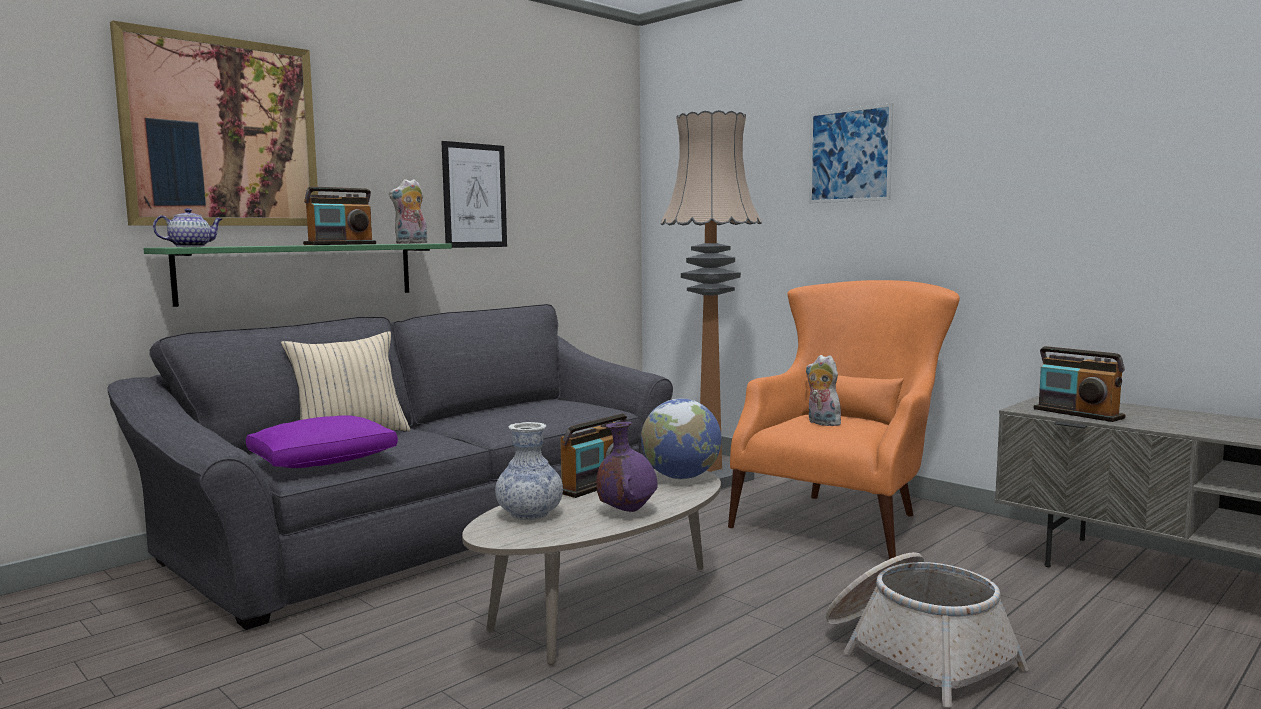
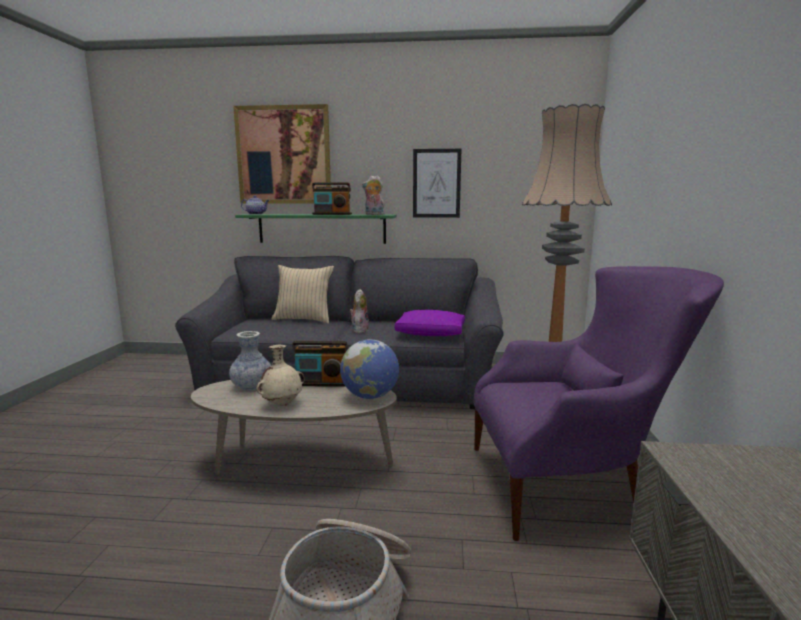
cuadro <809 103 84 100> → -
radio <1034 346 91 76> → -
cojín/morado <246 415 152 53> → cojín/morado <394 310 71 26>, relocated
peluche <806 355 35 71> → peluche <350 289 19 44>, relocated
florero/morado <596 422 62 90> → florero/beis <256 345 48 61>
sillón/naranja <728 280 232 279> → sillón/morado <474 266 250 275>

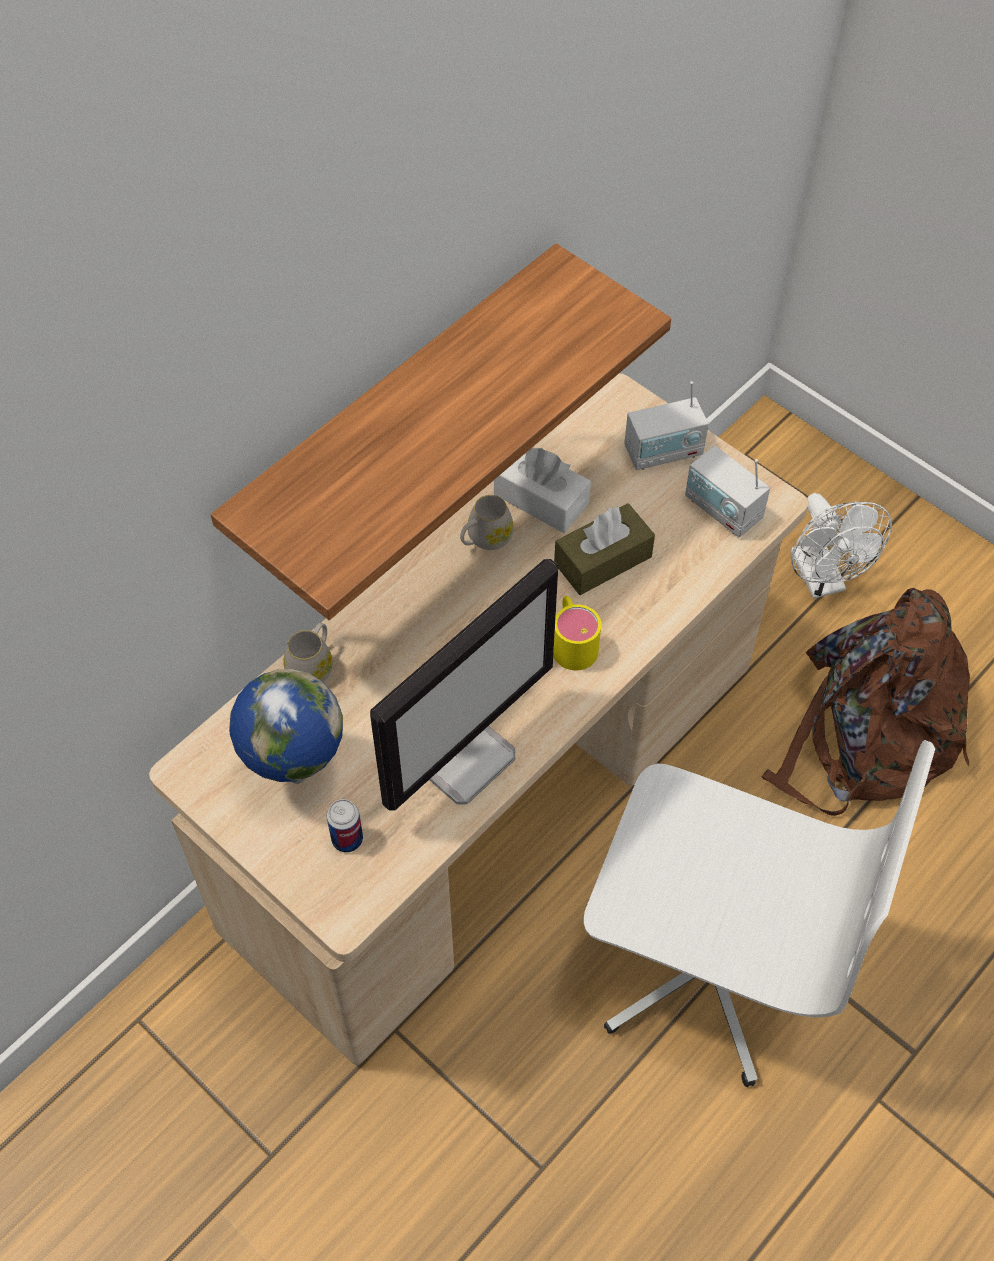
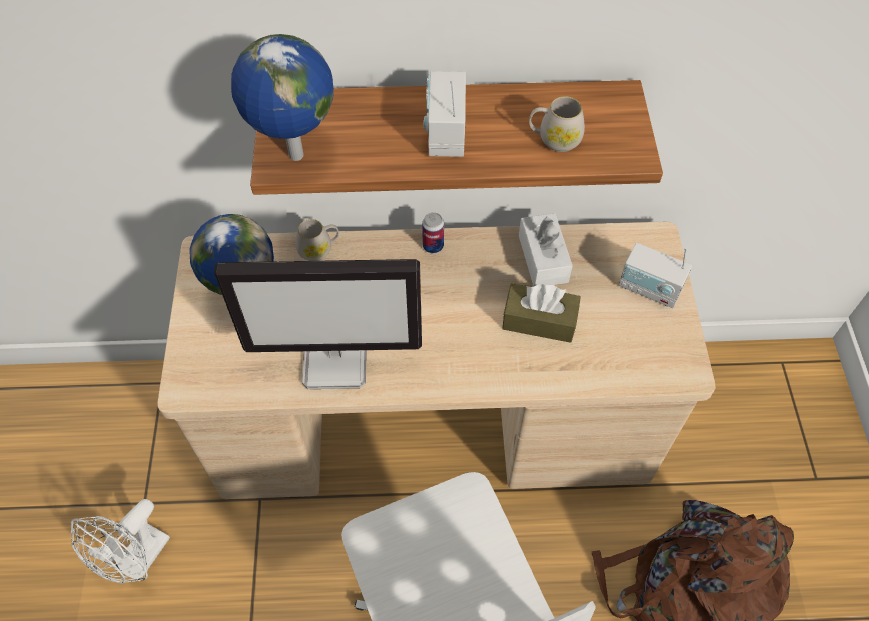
taza grande/amarillo <553 596 48 74> → -
- → globo terráqueo <231 34 103 127>
lata <327 799 36 54> → lata <422 212 22 41>, relocated
taza grande/blanco <460 495 54 55> → taza grande/blanco <529 96 56 56>, relocated
radio <685 446 85 91> → radio <423 71 43 86>, relocated
ventilador/blanco <791 493 101 106> → ventilador/blanco <71 499 99 84>, relocated

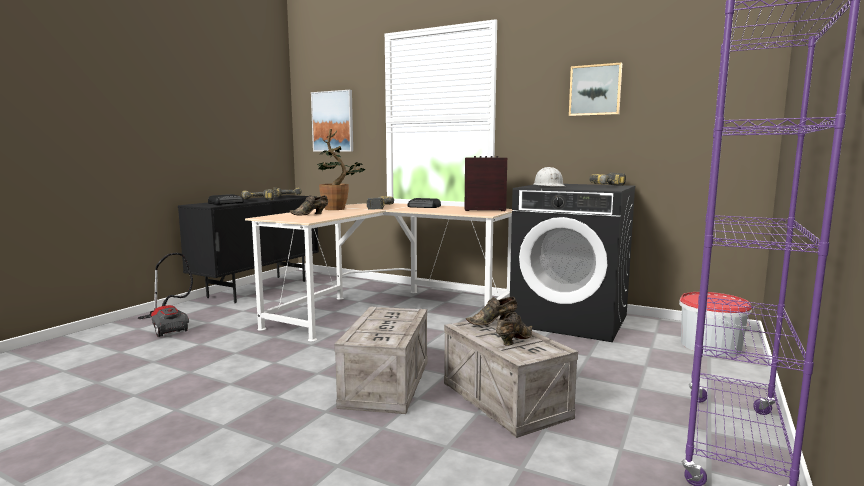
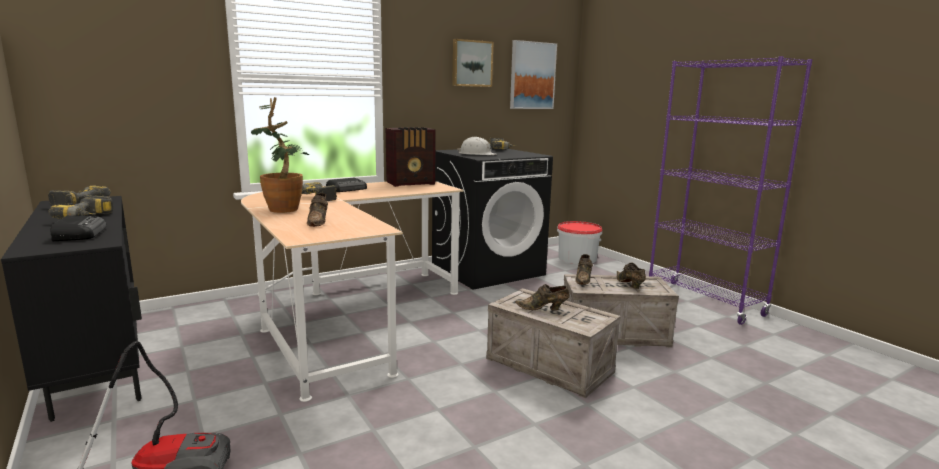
- → zapato/marrón <515 284 55 26>
cuadro <311 90 42 62> → cuadro <510 40 47 69>, relocated
radio <464 156 43 55> → radio <386 127 50 60>, 150 degrees counterclockwise

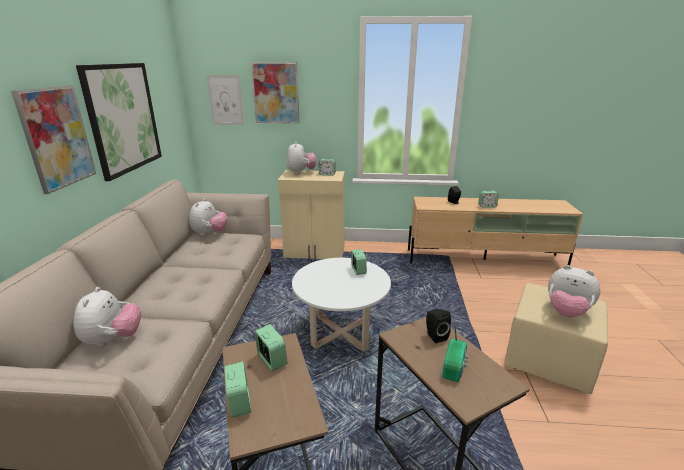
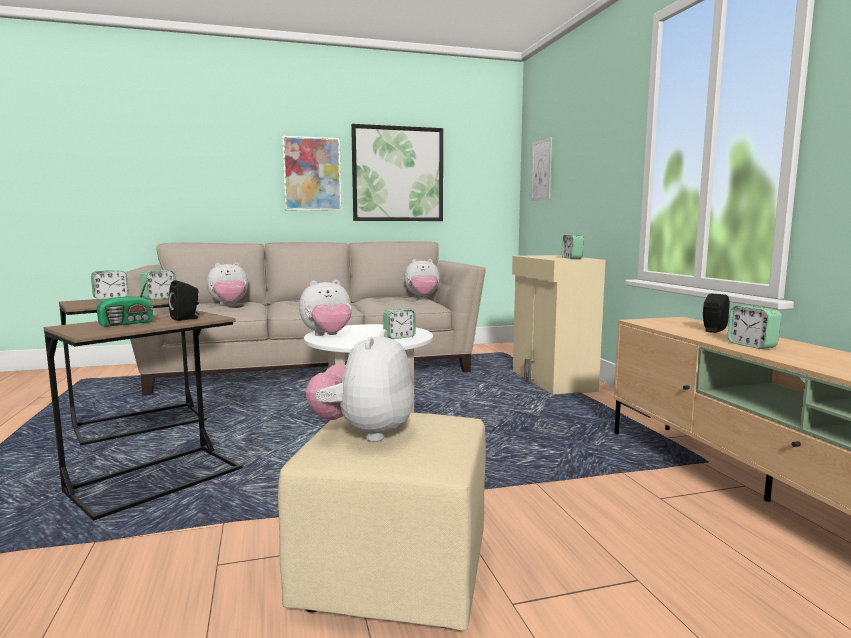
cuadro <251 62 49 62> → -
peluche <287 141 29 33> → peluche <299 280 53 56>, relocated
radio <442 317 26 65> → radio <96 275 58 52>, 45 degrees counterclockwise

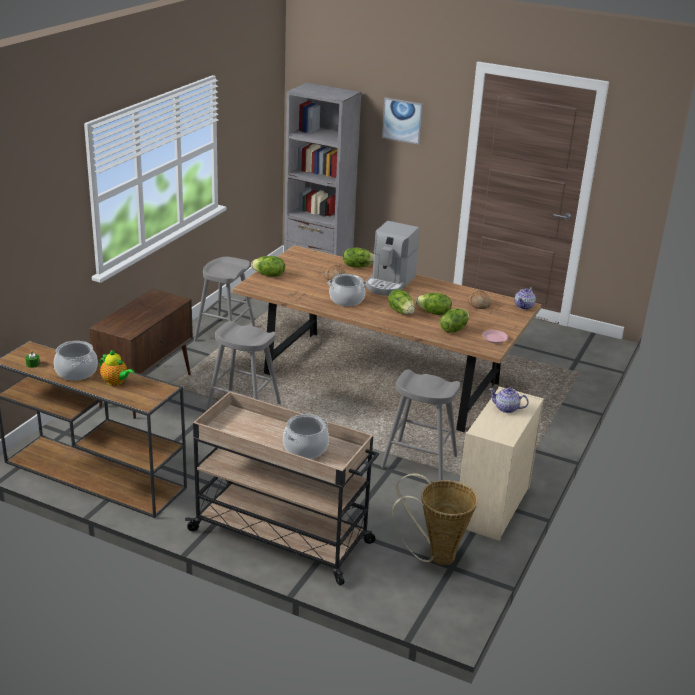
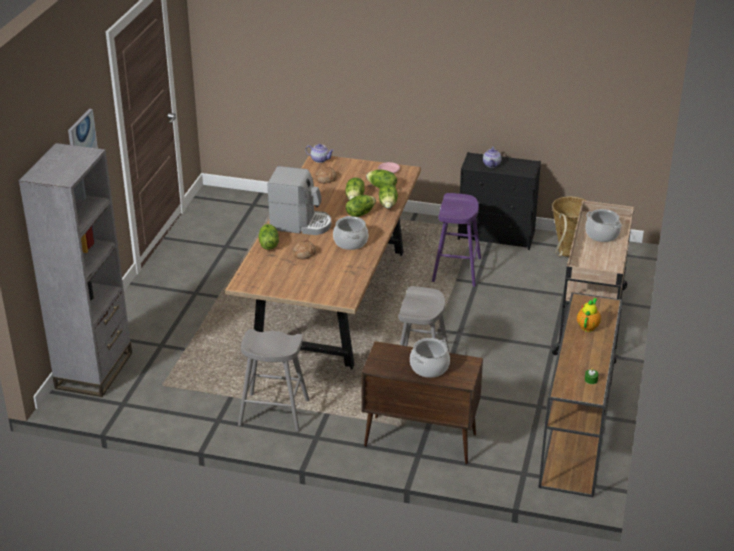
olla <54 341 44 40> → olla <410 338 40 40>, relocated
lechuga <251 256 34 21> → lechuga <379 184 19 25>, relocated
taburete/gris <381 369 79 112> → taburete/morado <432 193 49 94>
cómoda/beis <460 386 84 155> → cómoda/negro <458 152 83 98>

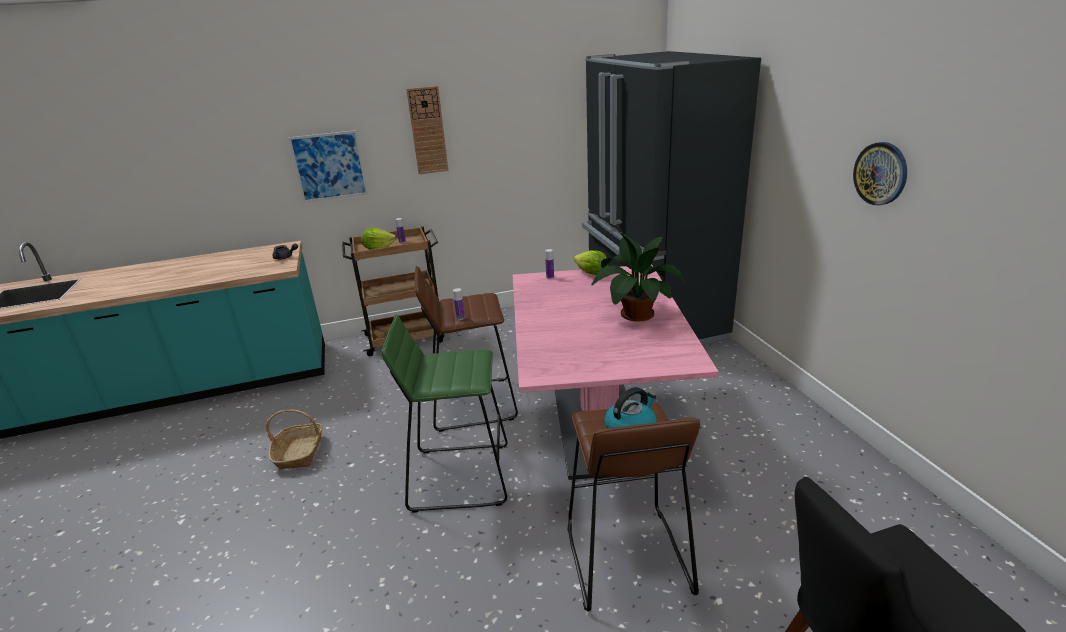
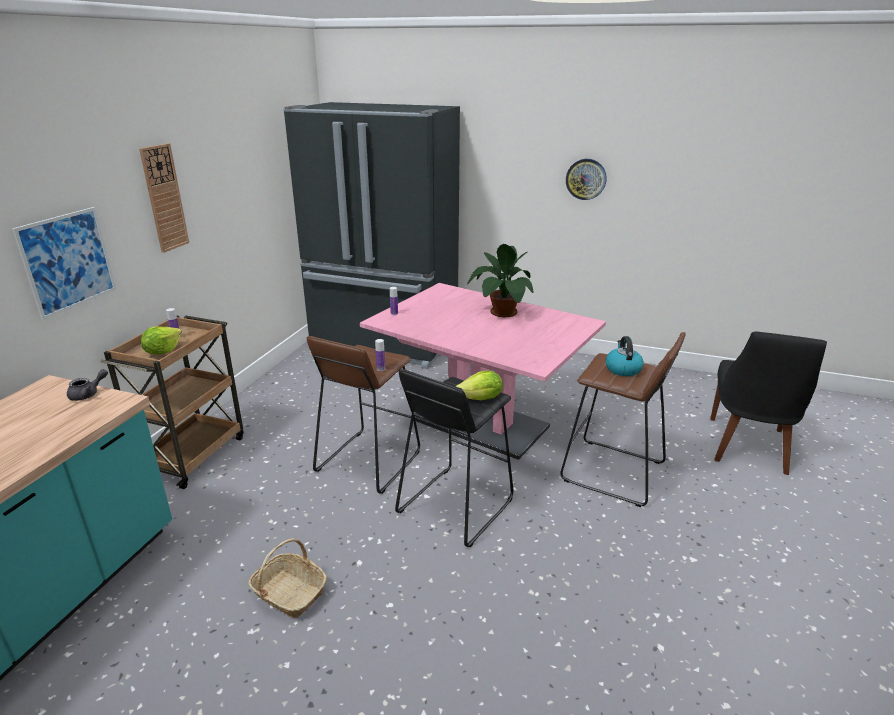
lechuga <574 250 34 25> → lechuga <456 371 47 29>, relocated
taburete/verde <381 314 127 199> → taburete/negro <395 369 118 178>

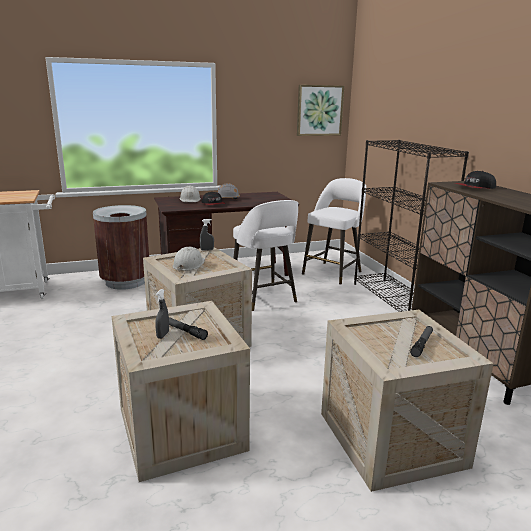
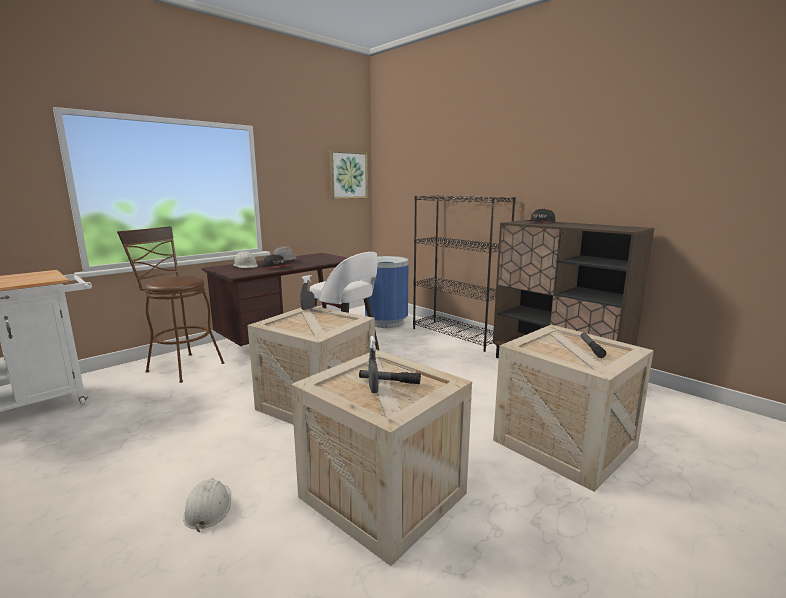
casco/blanco <173 247 32 24> → casco/blanco <183 478 48 54>, relocated
papelera/marrón <93 205 56 85> → taburete/marrón <117 226 108 157>
taburete/blanco <302 178 64 107> → papelera/azul <365 256 44 72>

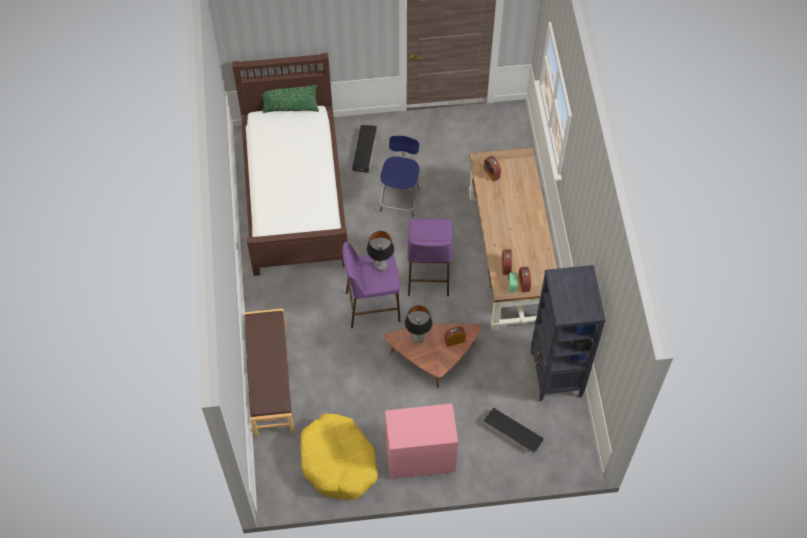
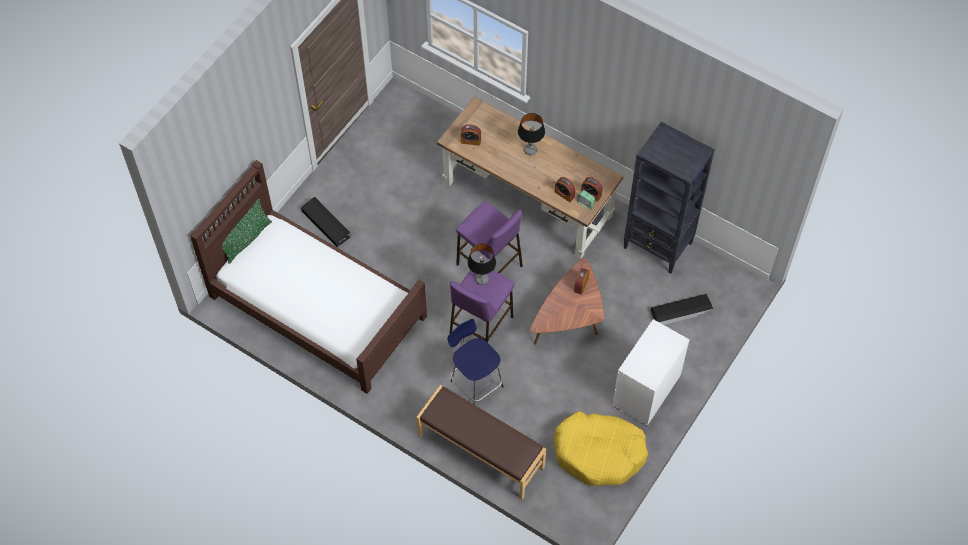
taburete/azul <380 136 40 81> → taburete/azul <447 319 57 86>, relocated
lámpara de mesa <405 305 27 38> → lámpara de mesa <518 113 27 42>, relocated
cómoda/rosa <385 403 73 76> → cómoda/blanco <612 319 78 107>

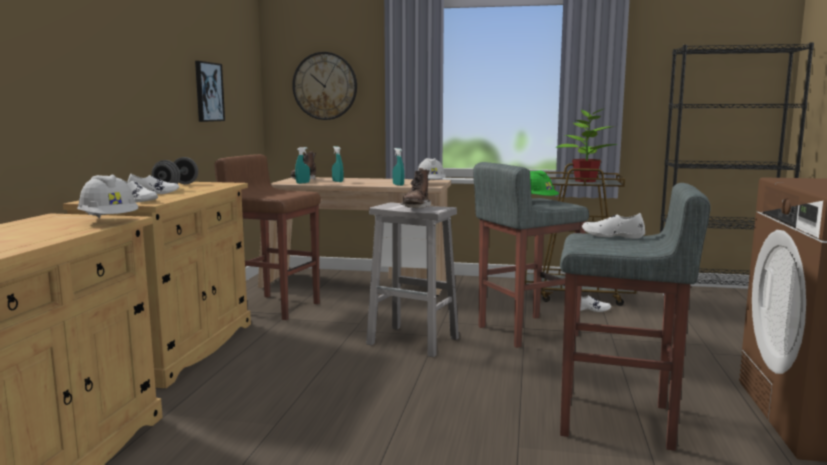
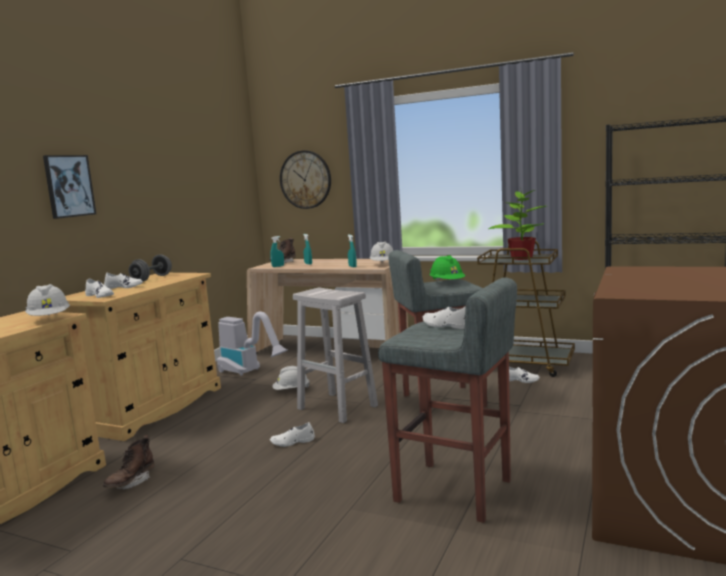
- → zapato/blanco <270 422 45 25>
- → casco/blanco <272 366 38 24>
cuadro <195 61 30 61> → cuadro <43 155 53 64>, relocated
bota/marrón <400 168 31 41> → bota/marrón <103 435 52 55>, relocated
taburete/marrón <214 154 107 166> → aspiradora <217 311 71 65>

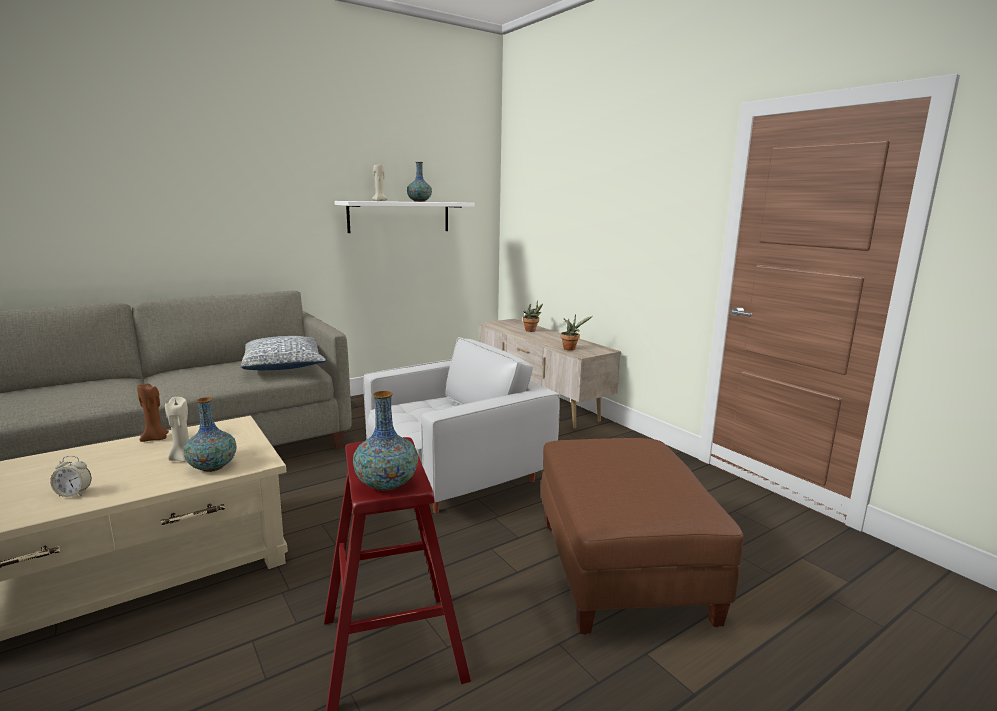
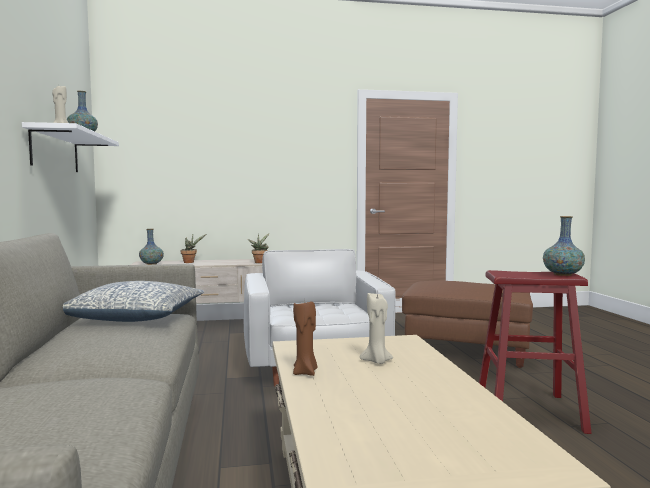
despertador <50 456 42 41> → -
florero <184 397 53 75> → florero <139 229 25 36>, relocated

